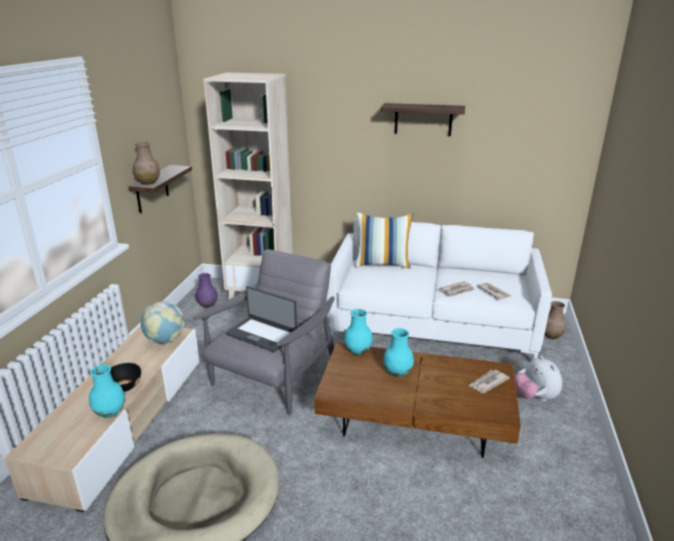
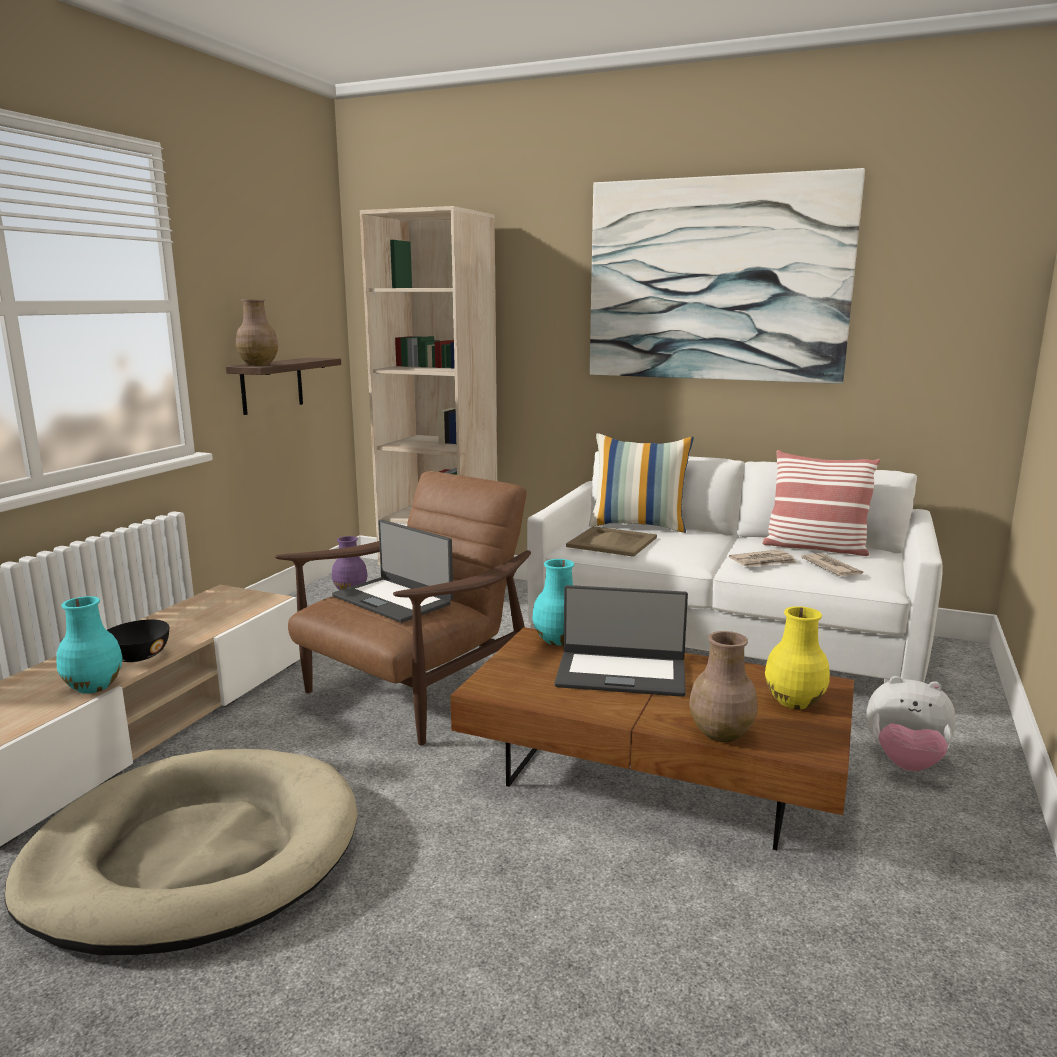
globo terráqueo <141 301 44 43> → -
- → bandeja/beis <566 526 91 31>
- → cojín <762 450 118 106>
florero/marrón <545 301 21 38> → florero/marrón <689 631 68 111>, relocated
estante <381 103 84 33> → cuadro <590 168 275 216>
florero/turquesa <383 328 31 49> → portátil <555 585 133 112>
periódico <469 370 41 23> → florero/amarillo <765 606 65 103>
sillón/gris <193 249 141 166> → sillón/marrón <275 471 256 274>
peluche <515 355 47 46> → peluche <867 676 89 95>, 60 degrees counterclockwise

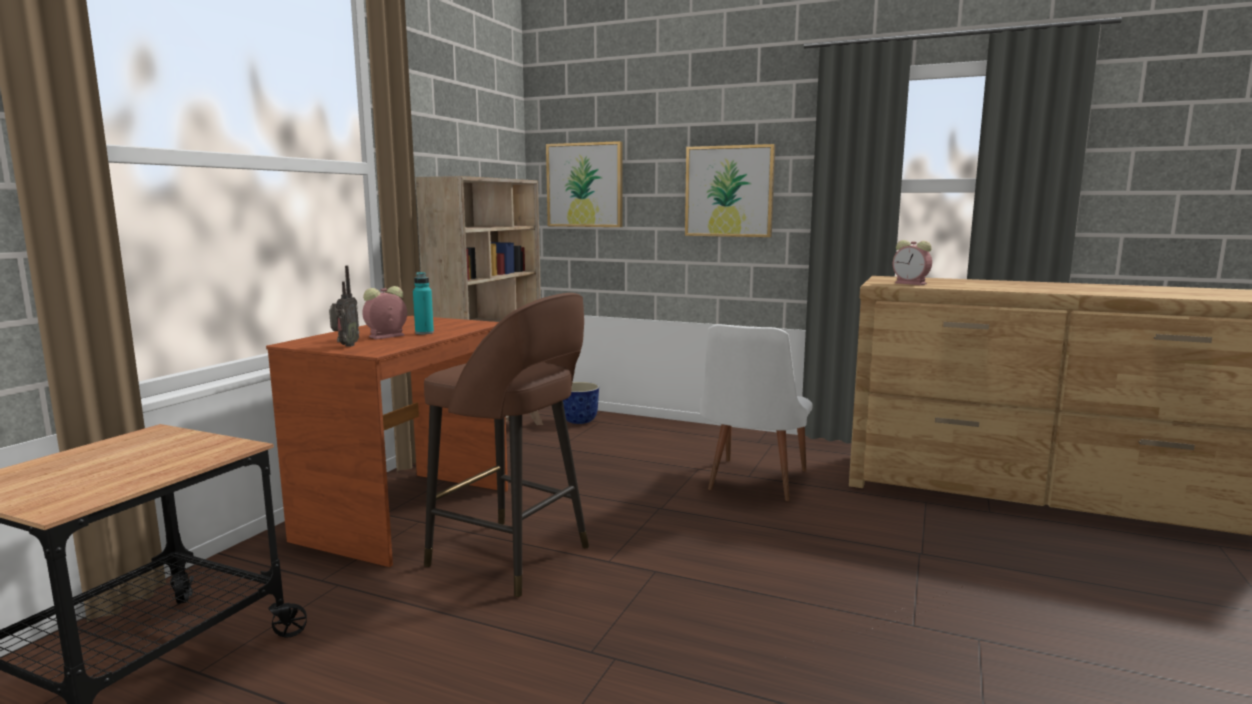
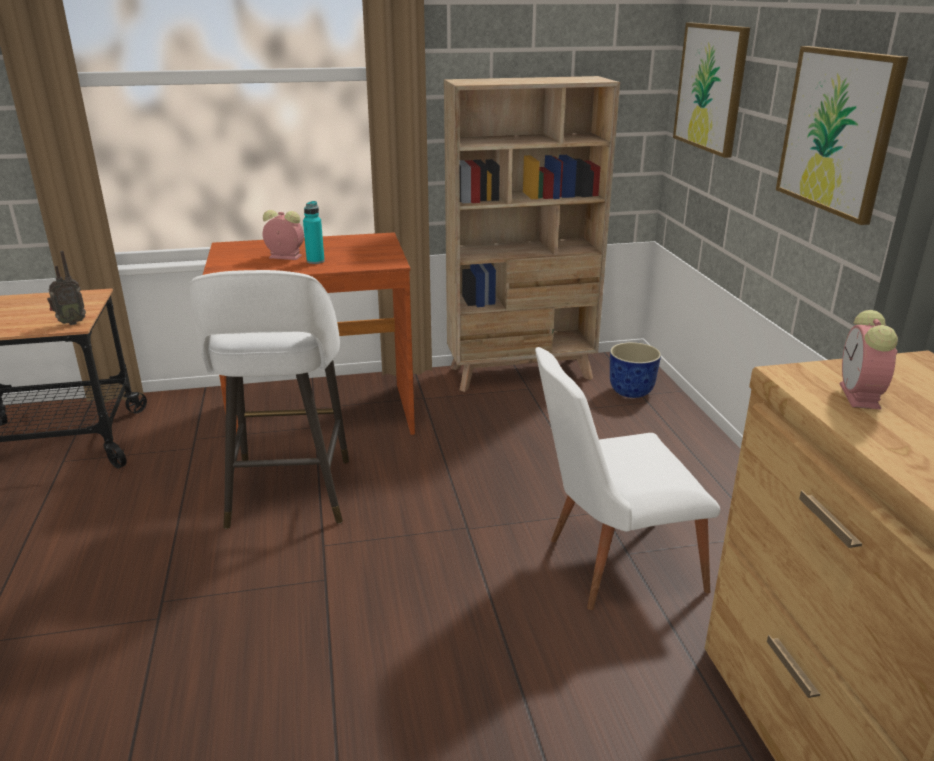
radio <329 266 30 81> → radio <47 251 39 74>, relocated
taburete/marrón <424 293 165 305> → taburete/blanco <189 270 160 259>

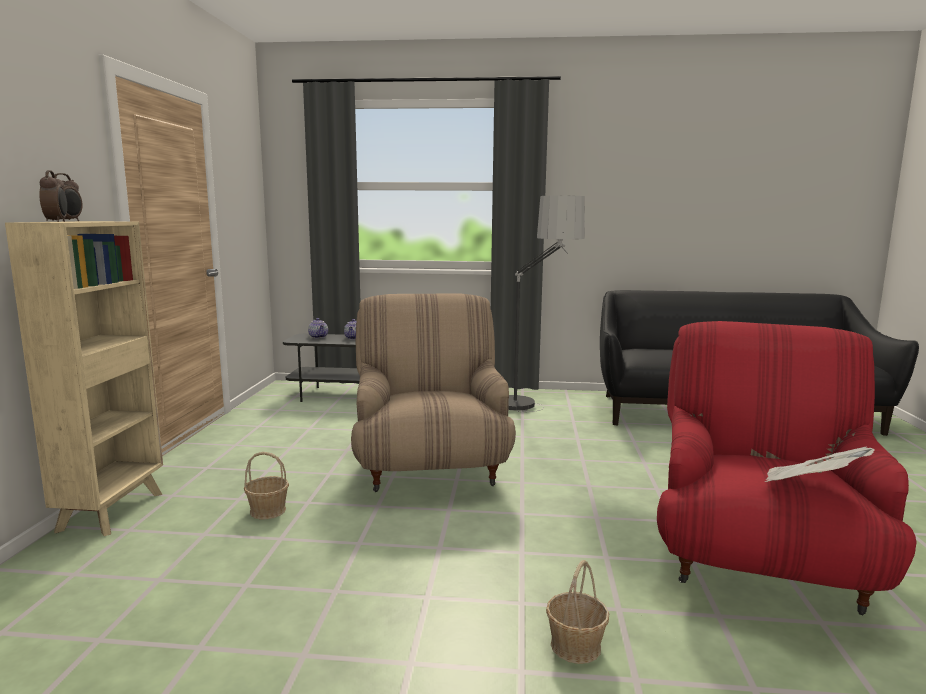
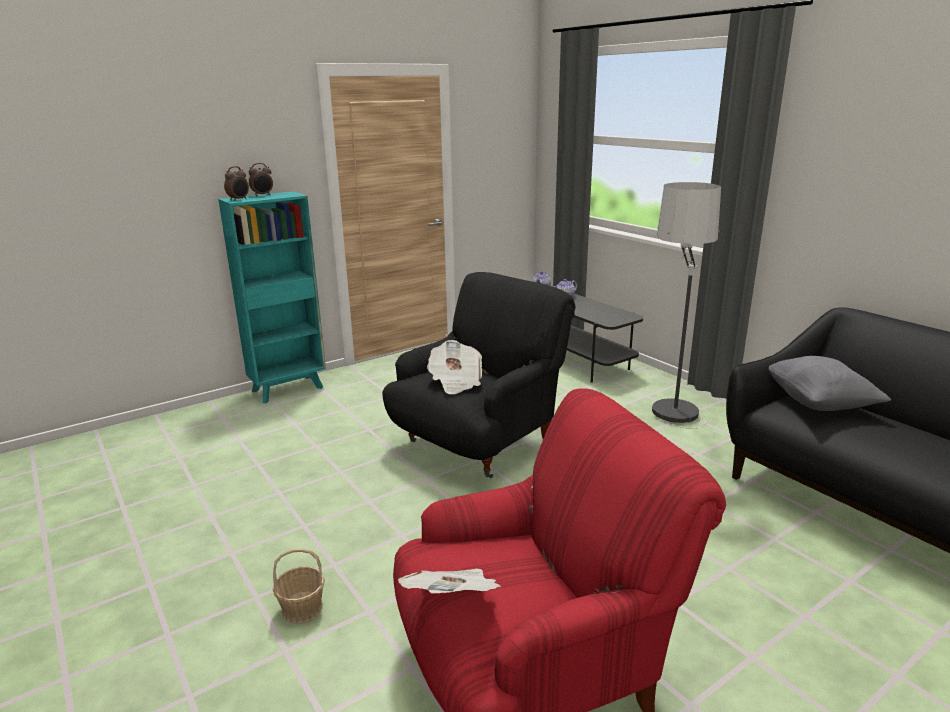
cesta <244 452 45 67> → -
- → periódico <427 340 55 55>
- → cojín/gris <769 356 122 55>
estantería/beis <5 221 158 315> → estantería/turquesa <218 191 108 213>
sillón/beis <351 293 165 199> → sillón/negro <382 272 194 206>

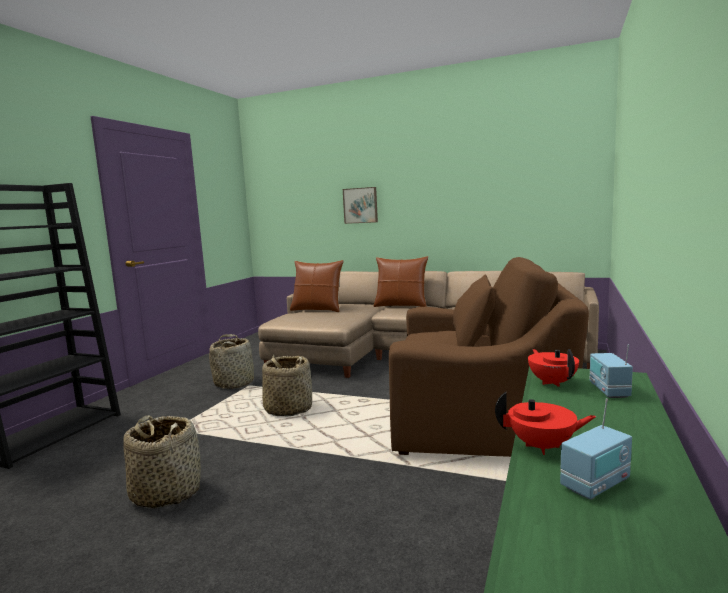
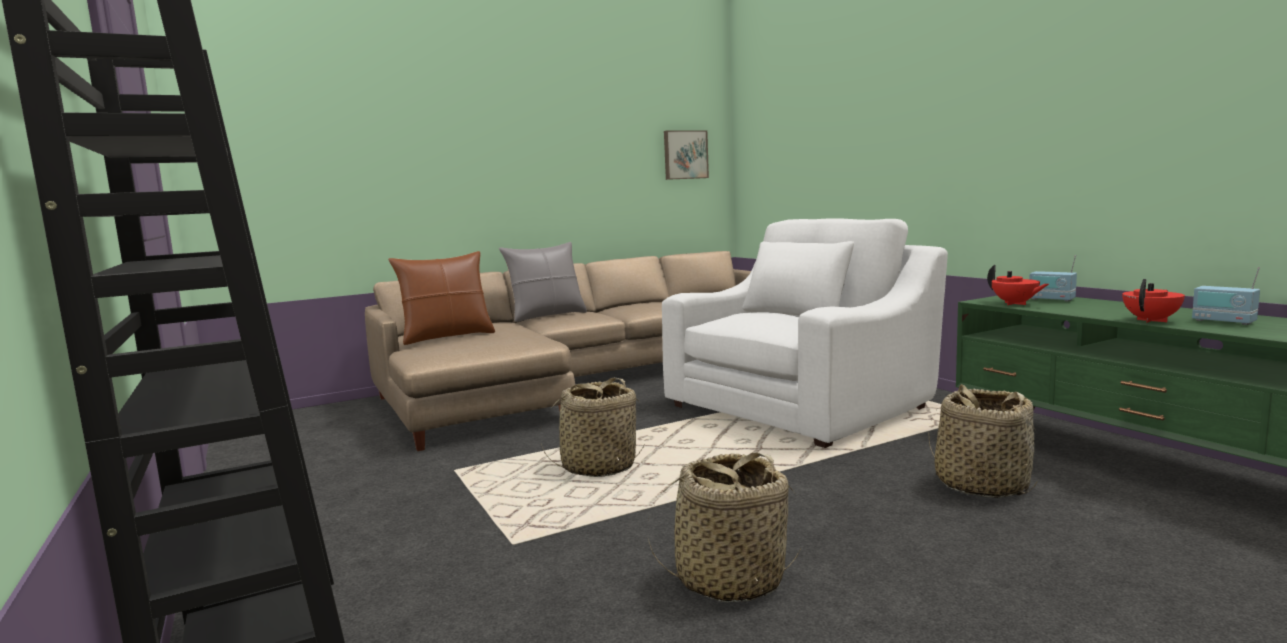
cesta <209 334 45 55> → cesta <928 384 110 114>, relocated
cuadro <343 187 35 37> → cuadro <664 130 45 50>, relocated
cojín/marrón <373 256 55 51> → cojín/gris <499 242 88 80>
sillón/marrón <389 257 200 200> → sillón/blanco <662 218 286 230>
tetera/rojo <528 349 51 38> → tetera/rojo <987 265 62 40>, 150 degrees counterclockwise
radio <560 399 72 100> → radio <1192 267 68 58>, 135 degrees clockwise

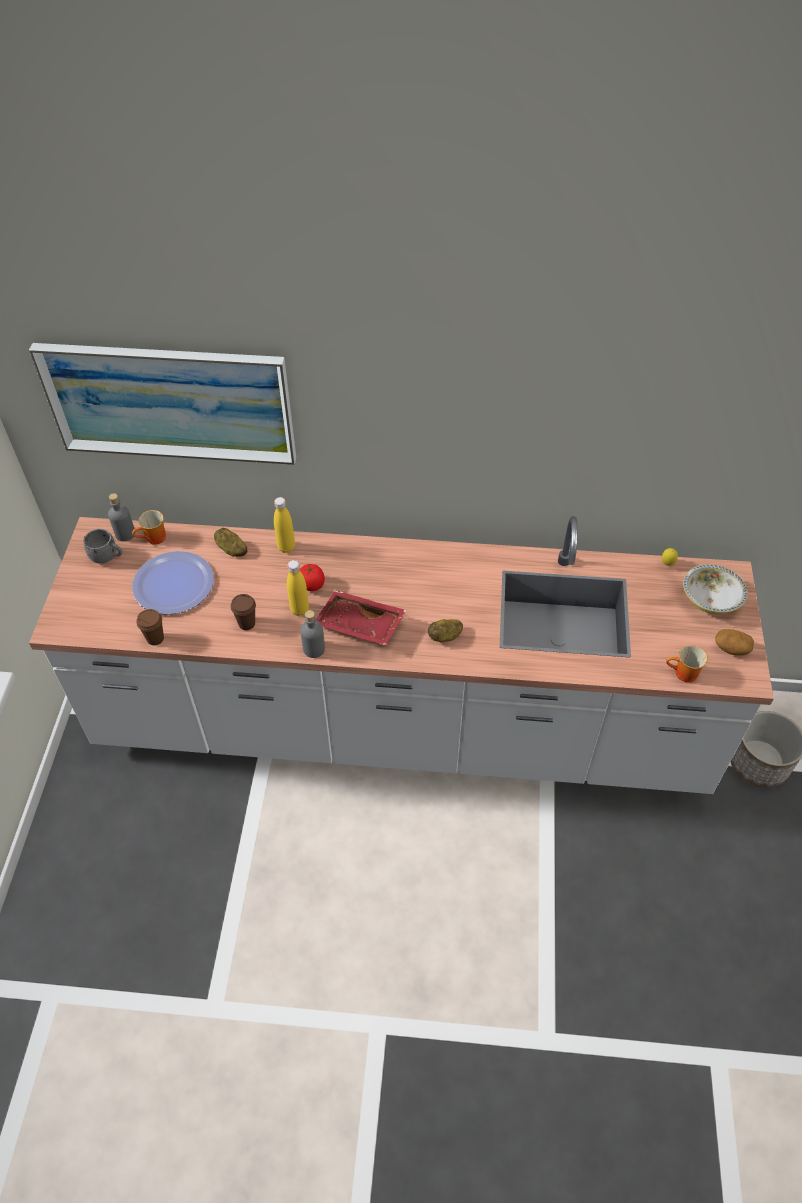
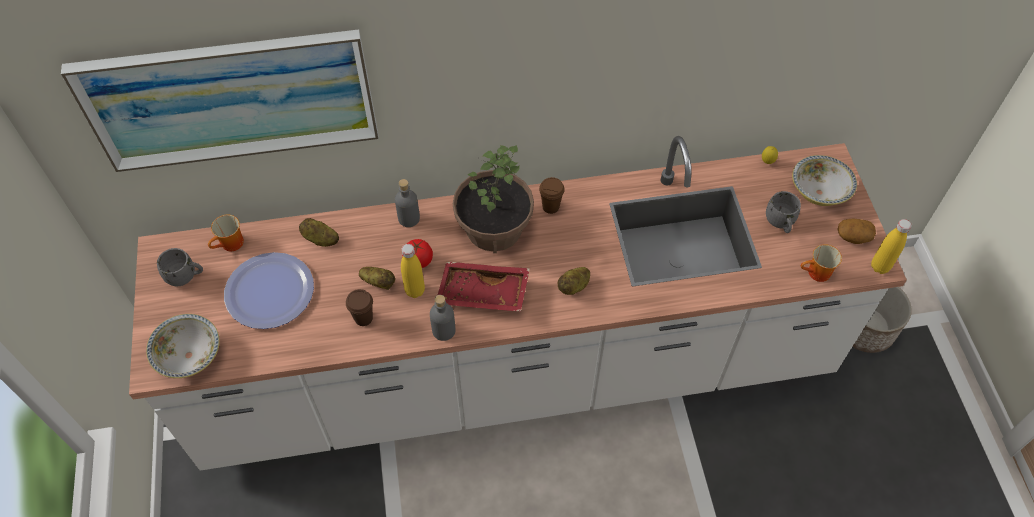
- → cuenco <146 314 74 64>
- → patata <359 267 36 23>
- → planta en maceta <453 145 81 108>
- → taza grande/gris <766 191 35 42>
botella/gris <108 493 26 48> → botella/gris <395 179 25 48>, relocated
taza/marrón <137 609 27 36> → taza/marrón <539 177 26 37>, relocated
botella/amarillo <274 497 21 56> → botella/amarillo <871 219 41 55>, relocated

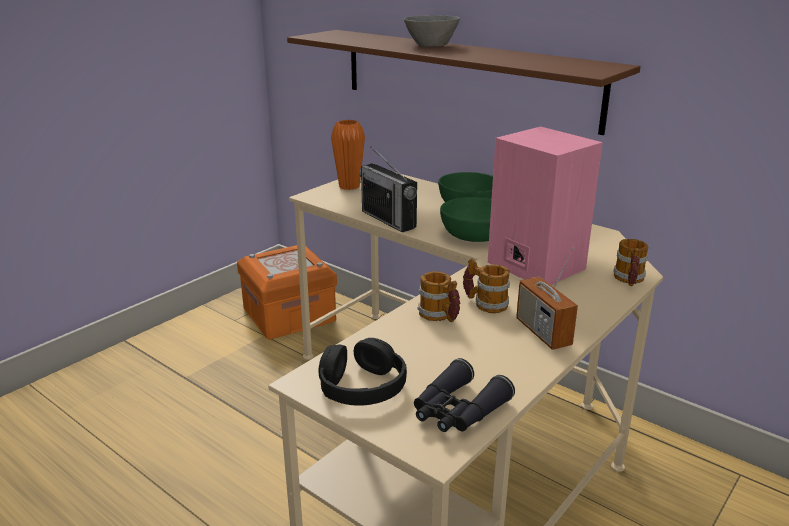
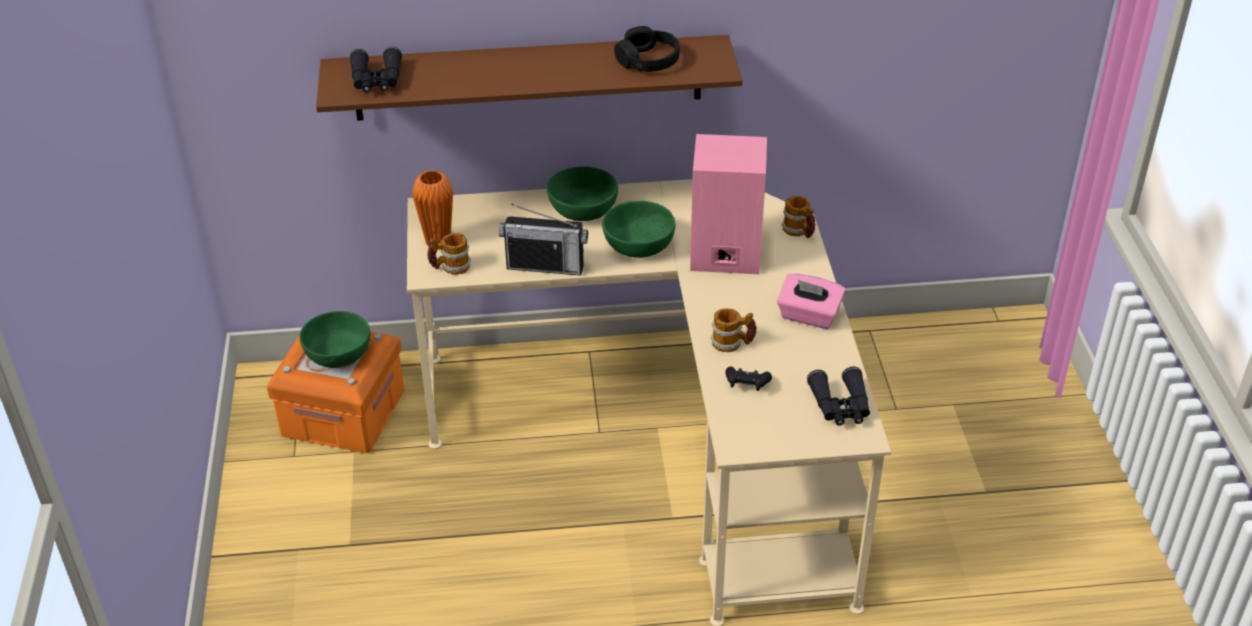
cuenco/gris <404 15 56 32> → -
- → cuenco/verde <299 311 71 57>
- → prismáticos/negro <349 46 53 46>
- → mando de consola/negro <725 367 47 24>
auriculares/negro <319 338 88 68> → auriculares/negro <614 26 66 46>, relocated
taza grande <463 258 47 55> → taza grande <427 233 44 42>, relocated
radio <516 248 62 102> → caja de pañuelos/rosa <777 274 69 55>

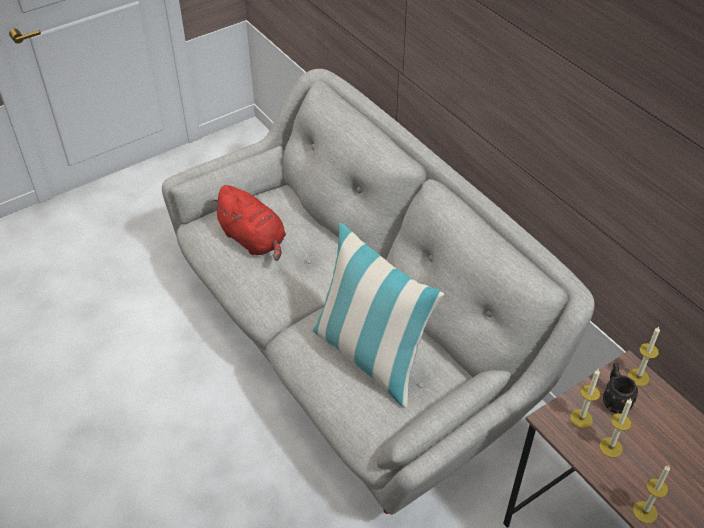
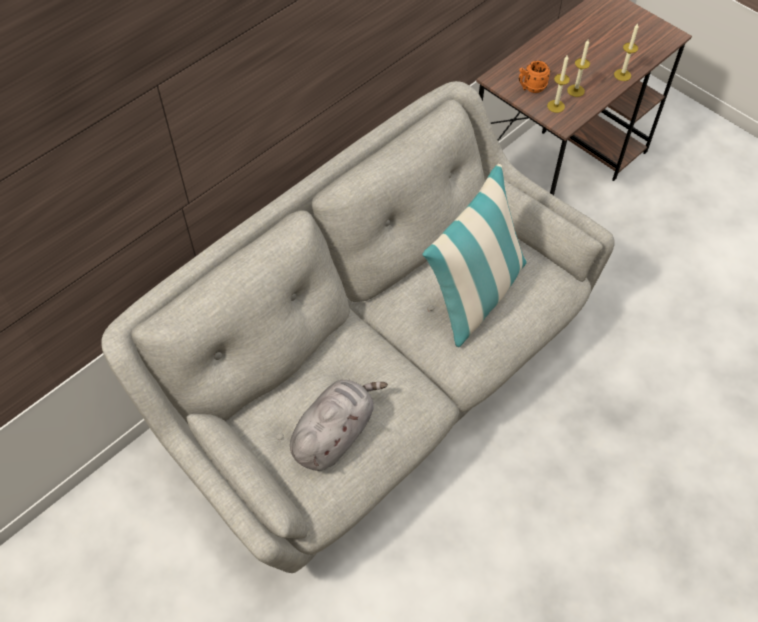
vela <628 327 32 59> → -
peluche/rojo <211 185 75 76> → peluche/gris <290 380 98 91>
taza grande/negro <603 362 35 51> → taza grande/naranja <519 61 32 32>

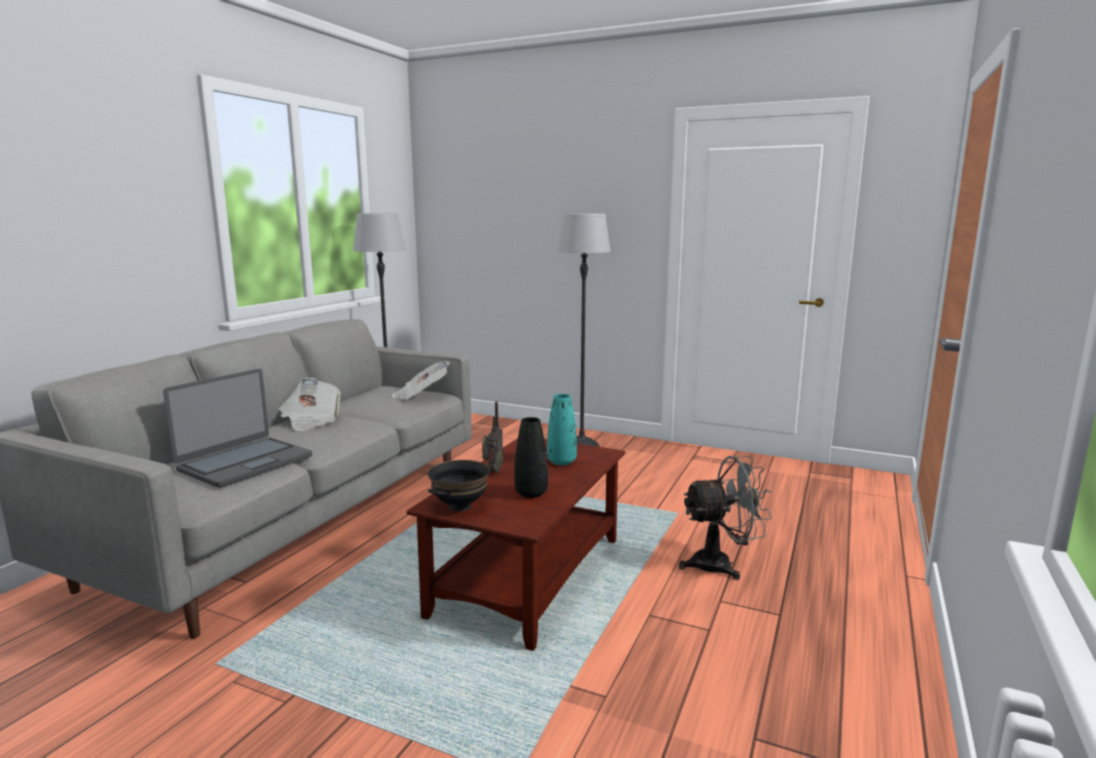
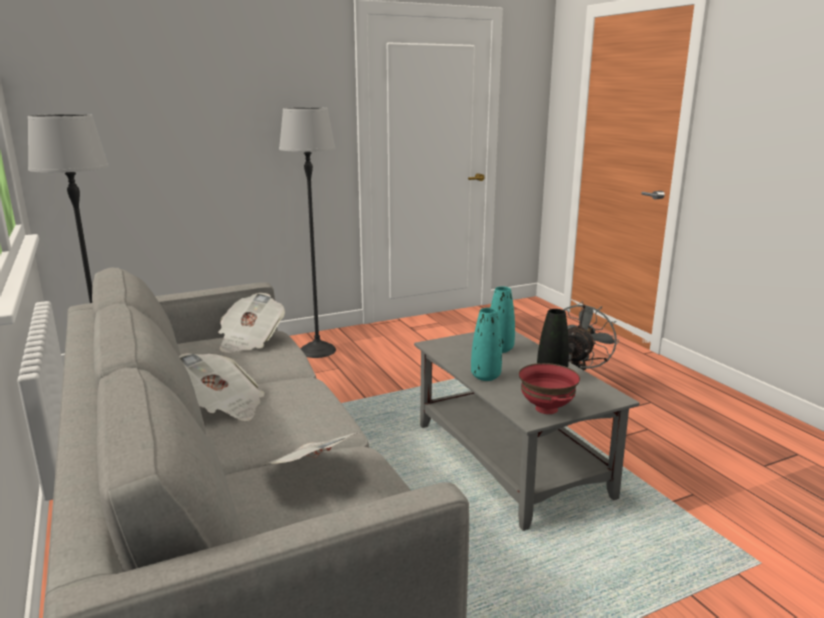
portátil <163 369 149 119> → periódico <264 432 95 33>
radio <482 402 21 71> → florero/turquesa <471 308 31 73>
mesa de centro/marrón <407 438 218 213> → mesa de centro/gris <414 331 225 200>
cuenco/negro <427 460 63 52> → cuenco/rojo <519 363 61 51>

